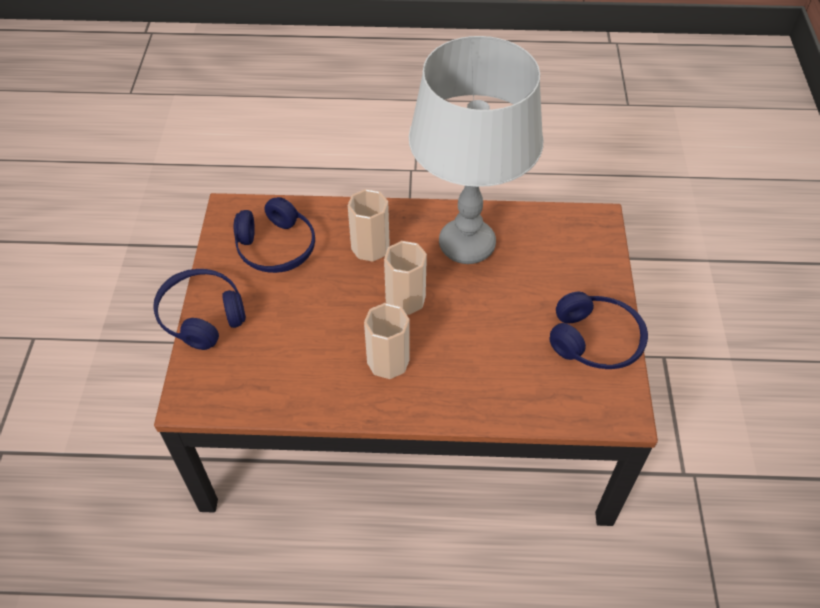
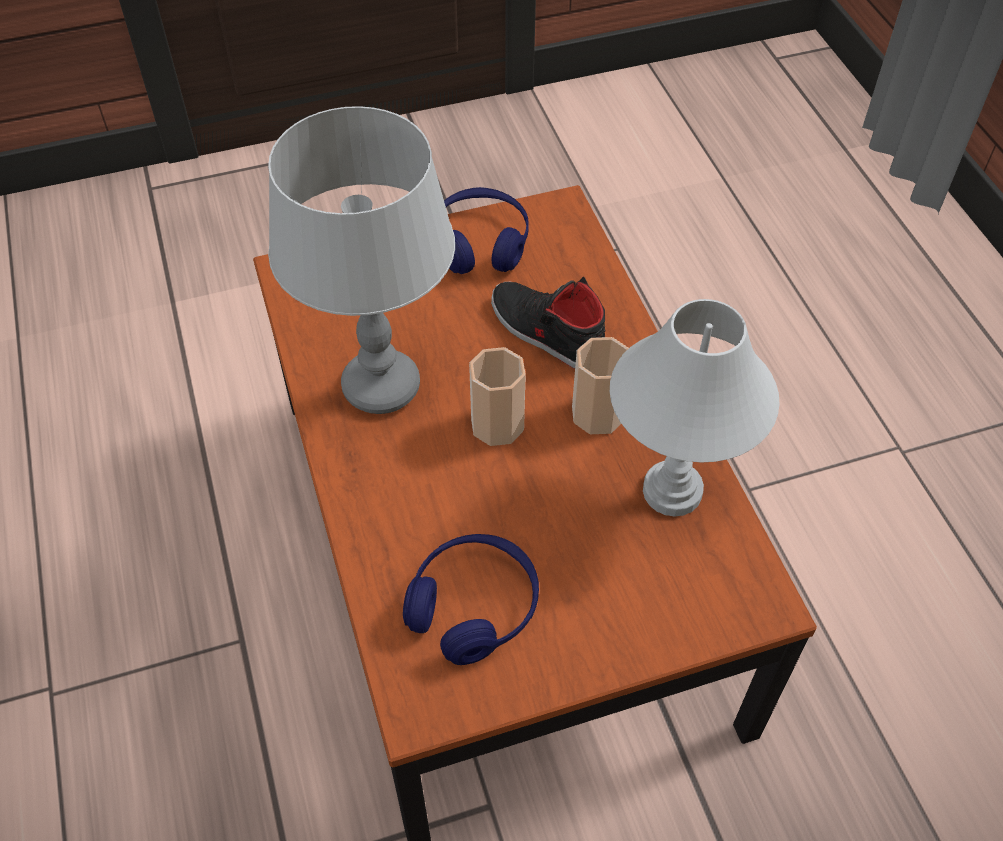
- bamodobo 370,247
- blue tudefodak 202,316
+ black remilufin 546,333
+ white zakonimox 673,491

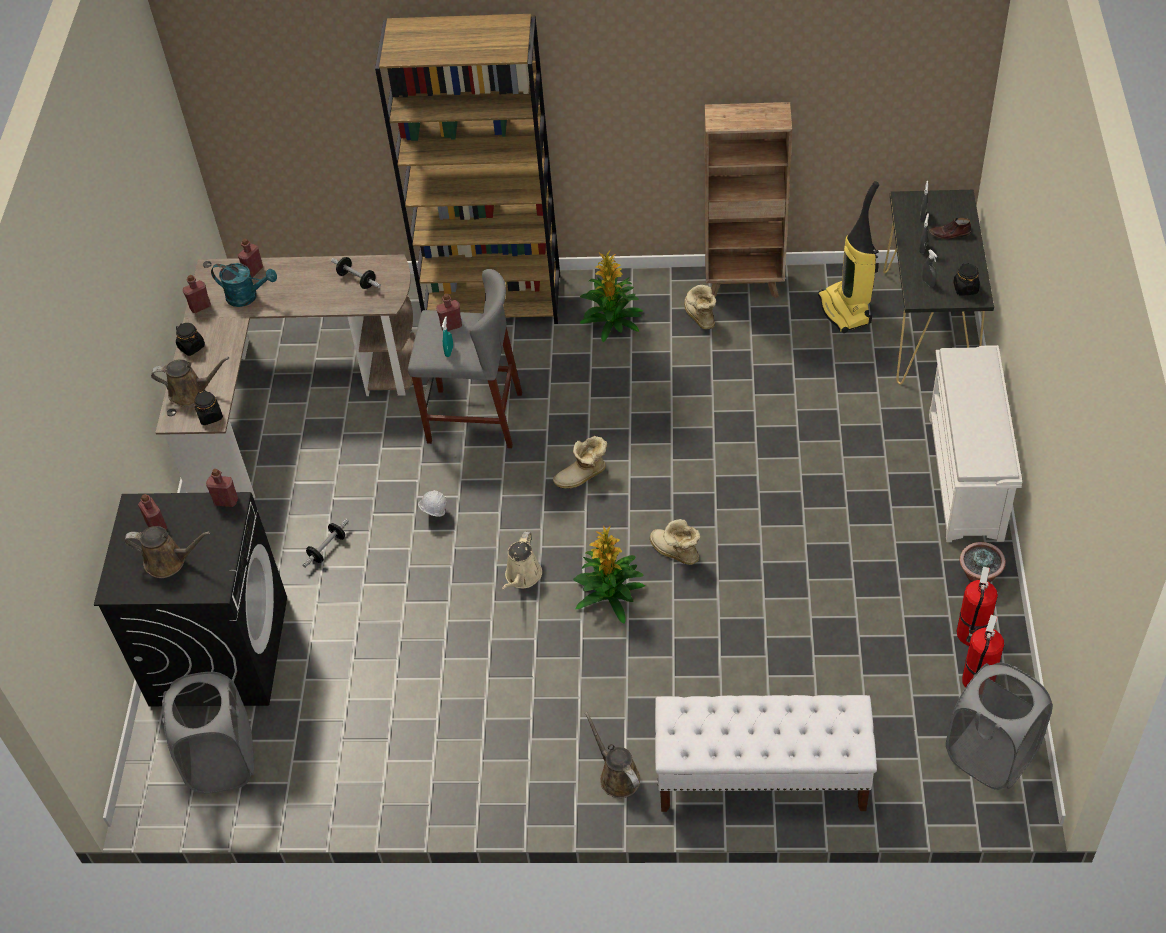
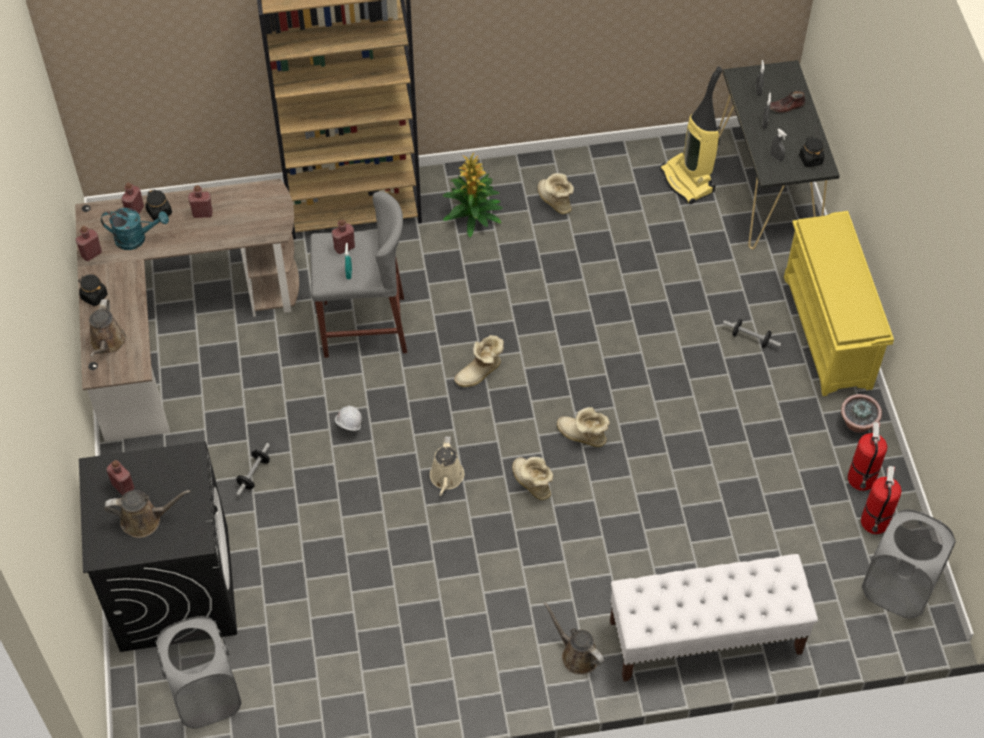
- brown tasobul 745,284
~ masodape 357,280 to 750,338
~ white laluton 966,478 to yellow laluton 828,333
~ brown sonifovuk 191,392 = 107,343 105 degrees clockwise
~ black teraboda 210,416 to 159,212
~ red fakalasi 226,501 to 202,213
~ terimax 609,594 to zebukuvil 531,484

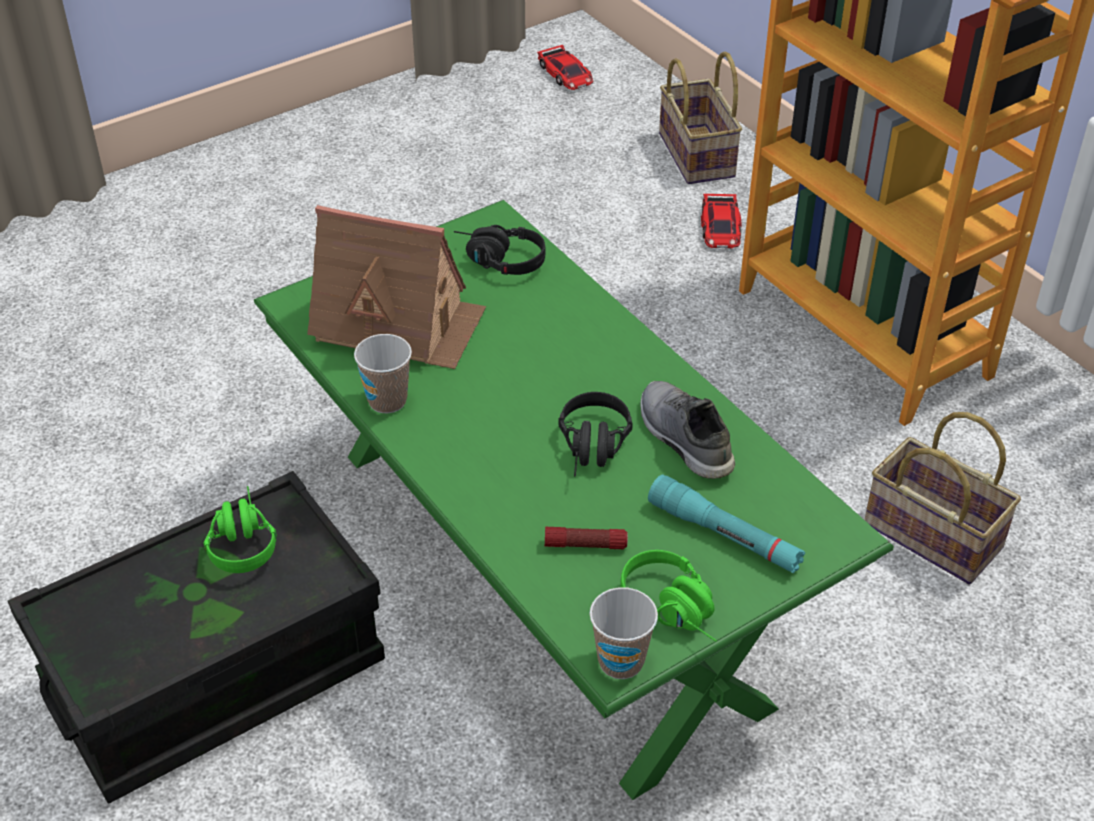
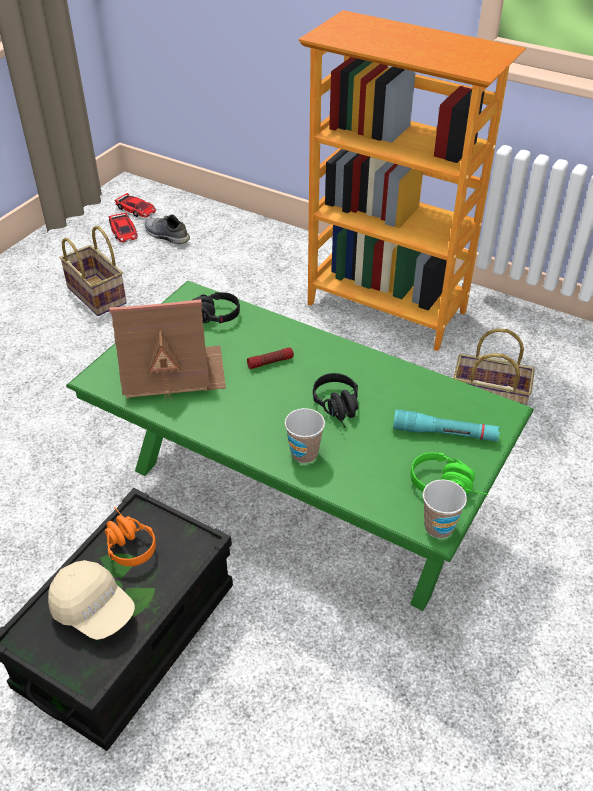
~ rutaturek 699,156 to 98,295
~ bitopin 720,227 to 124,231
~ bamodobo 387,401 to 304,453
~ grey remilufin 682,439 to 166,236
~ green tudefodak 241,539 to orange tudefodak 126,542
~ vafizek 585,545 to 270,362
+ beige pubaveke 94,609

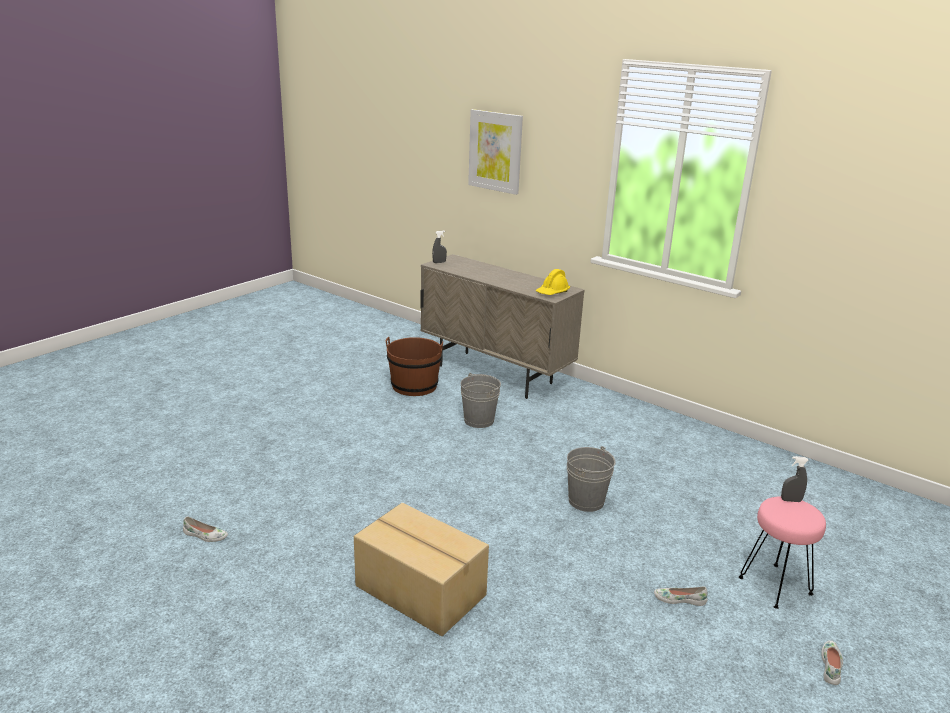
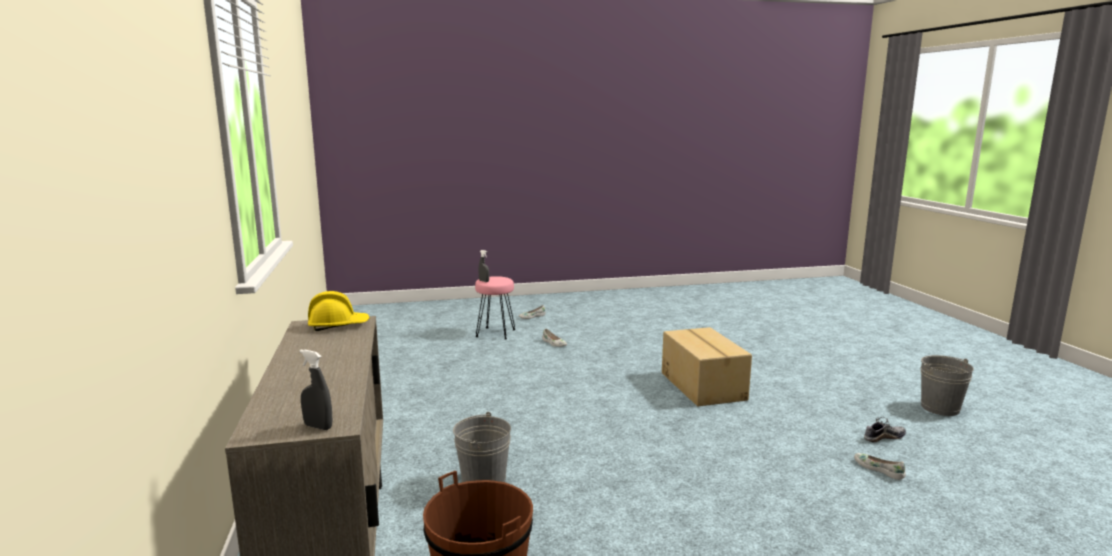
- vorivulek 495,151
~ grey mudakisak 586,501 to 940,408
+ remilufin 883,437

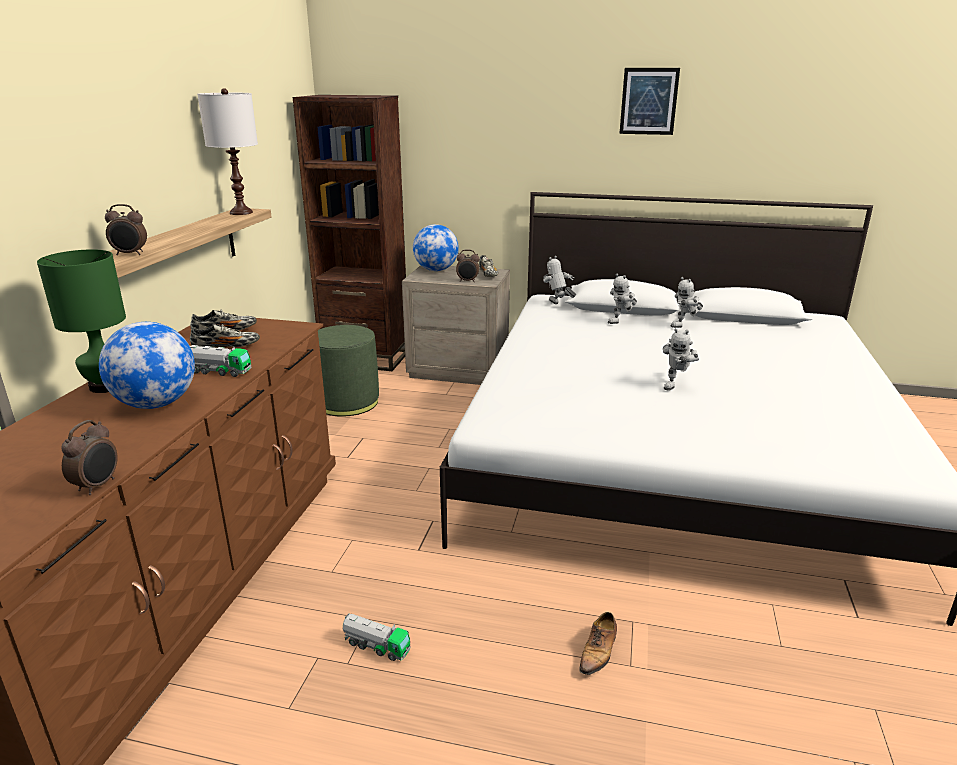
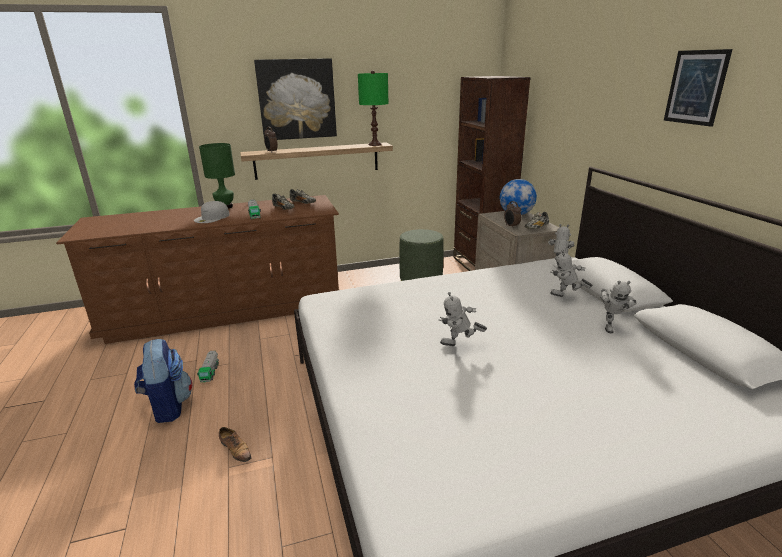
~ white zakonimox 241,212 to green zakonimox 375,144
~ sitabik 685,326 = 610,326 105 degrees counterclockwise
~ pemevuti 156,404 to white pubaveke 212,217
- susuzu 98,486
~ remilufin 598,652 = 236,449 135 degrees counterclockwise
+ vorivulek 297,99
+ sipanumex 168,406

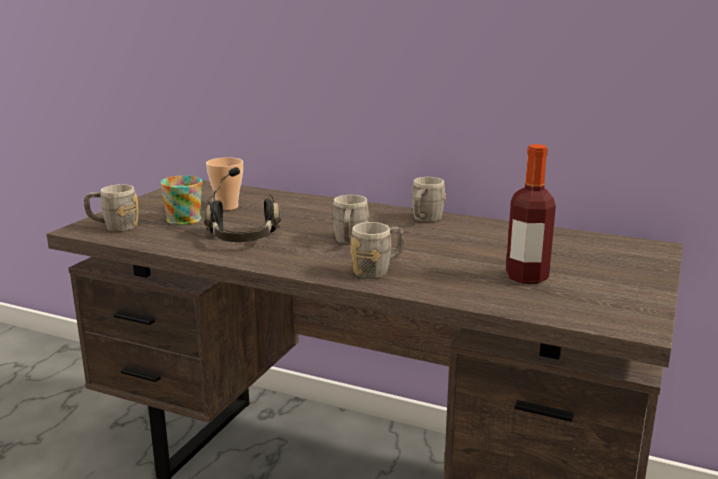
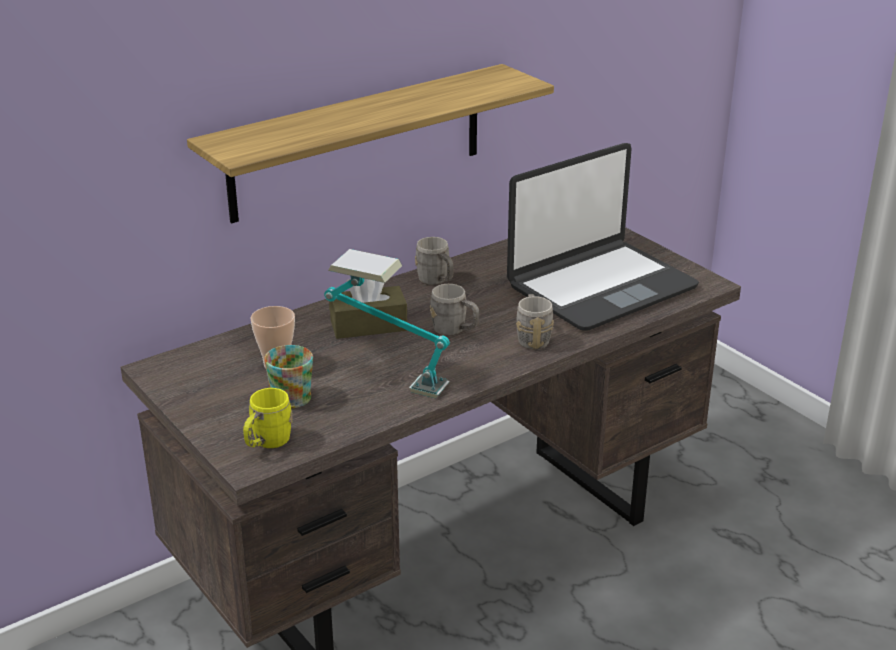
~ fakalasi 526,277 to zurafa 600,286
~ black tudefodak 243,238 to zakonimox 387,378
~ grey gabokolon 114,227 to yellow gabokolon 267,443
+ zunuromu 358,142
+ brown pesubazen 368,325

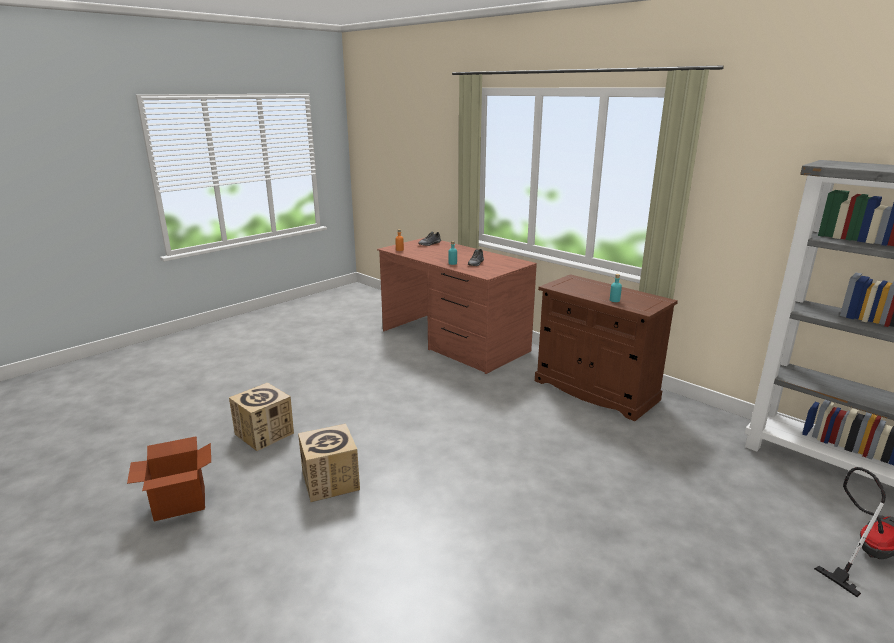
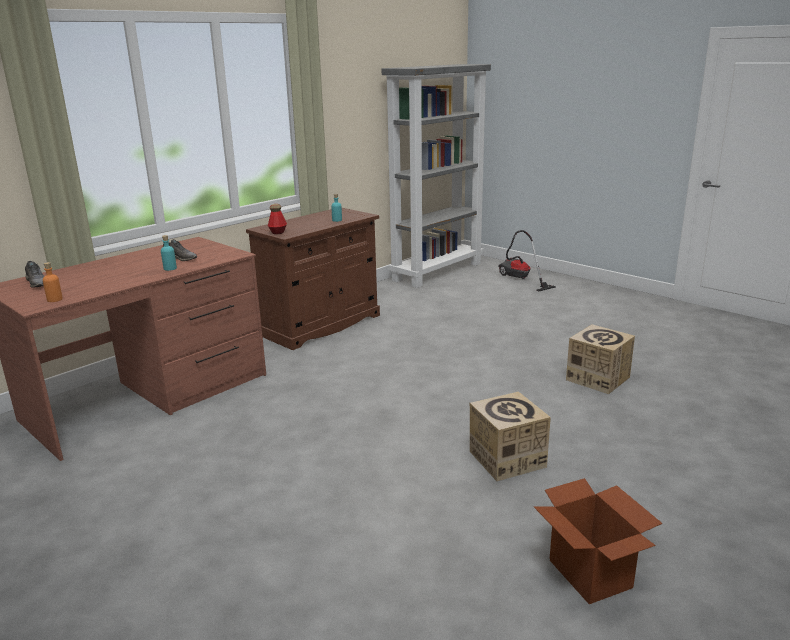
~ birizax 264,433 to 597,378
+ fakalasi 278,232

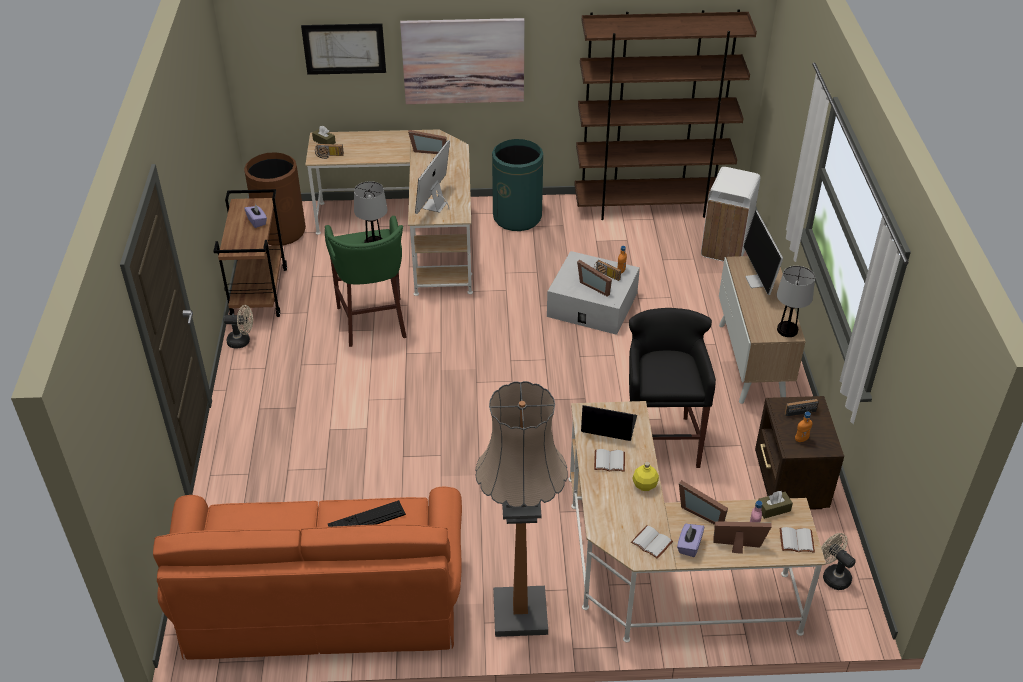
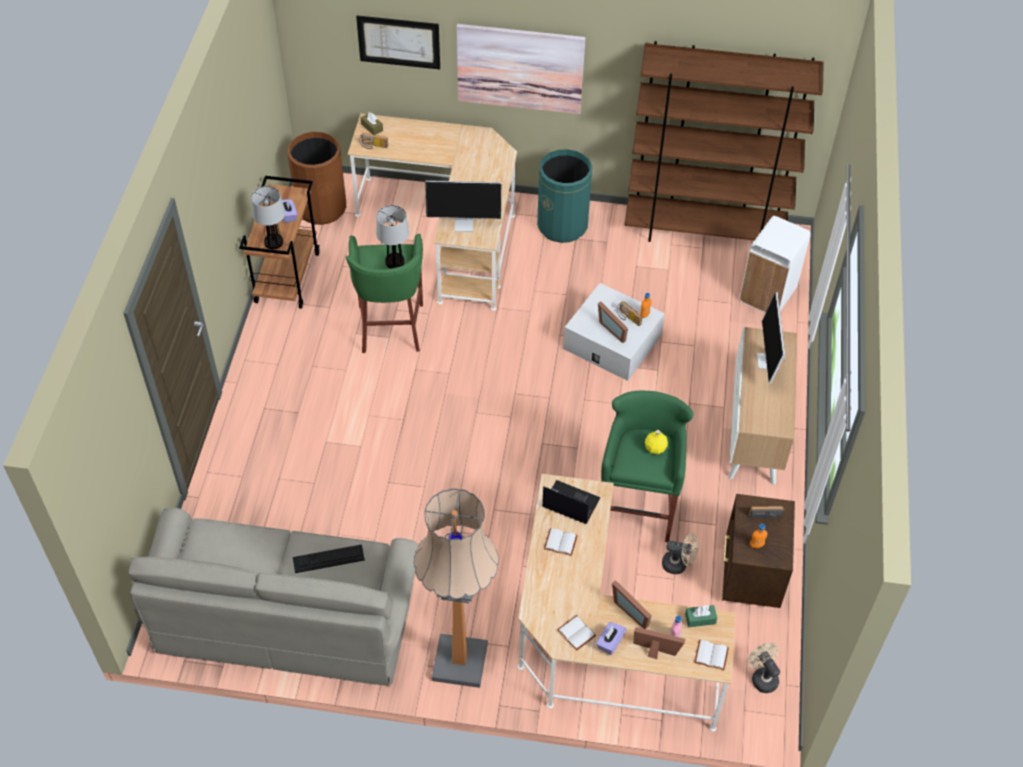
- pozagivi 428,150
~ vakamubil 434,206 = 464,224 120 degrees counterclockwise
~ zakonimox 787,330 to 274,242
~ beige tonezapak 242,341 to 678,564
~ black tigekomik 659,440 to green tigekomik 637,506
~ yellow fakalasi 644,485 to 655,448
~ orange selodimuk 322,599 to grey selodimuk 285,616
~ brown pesubazen 773,509 to green pesubazen 700,619

